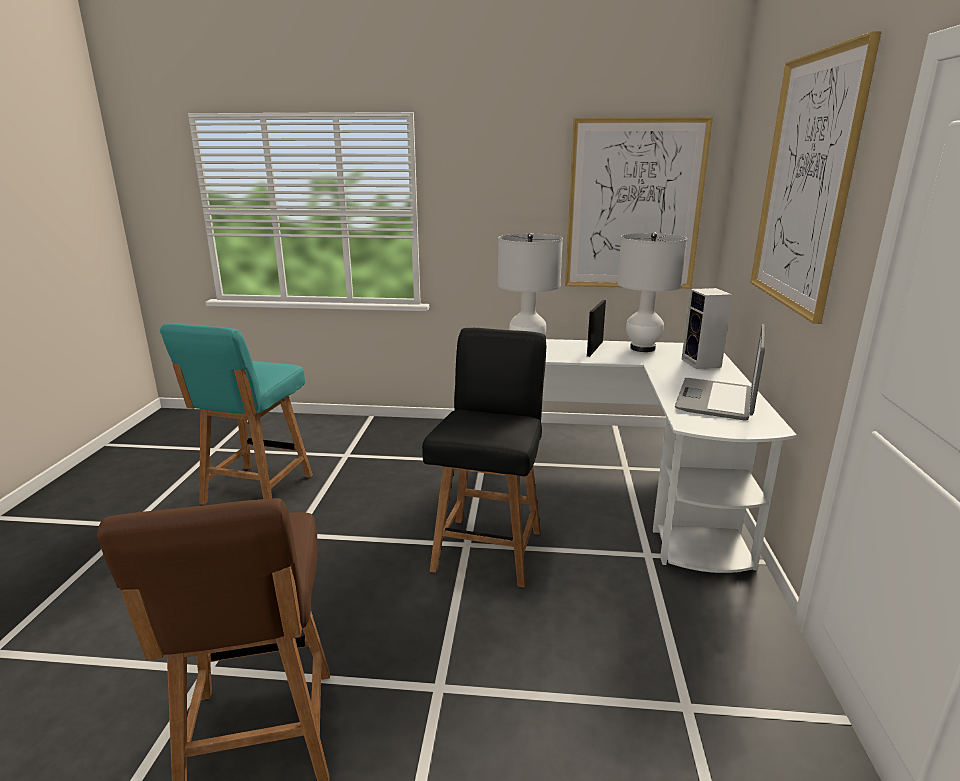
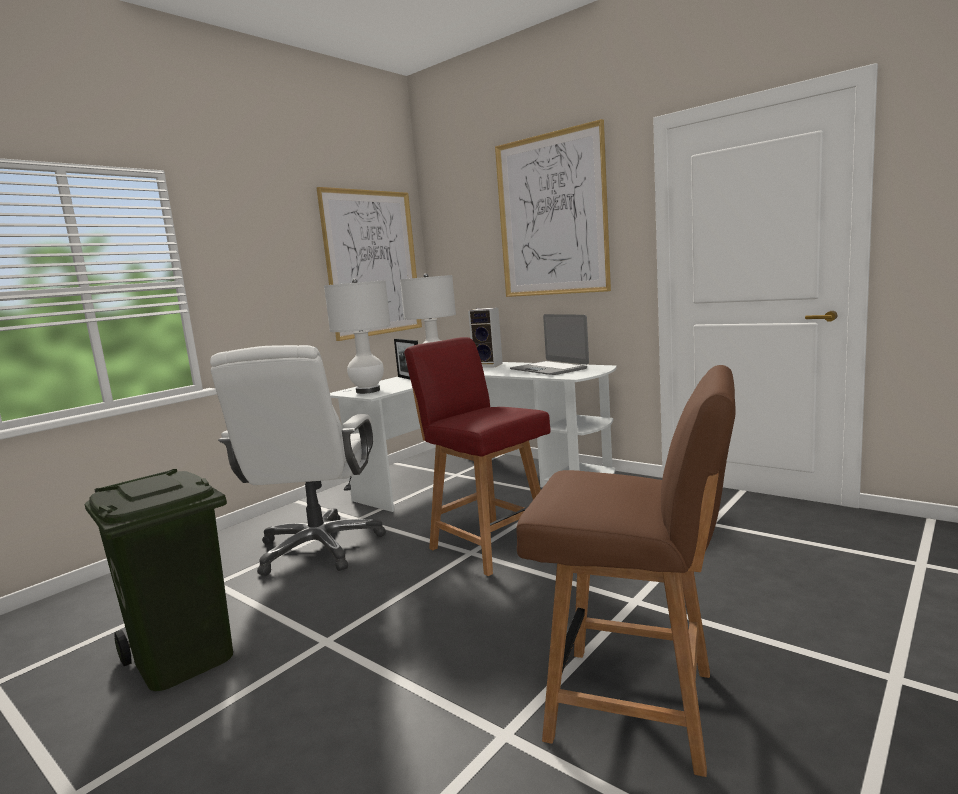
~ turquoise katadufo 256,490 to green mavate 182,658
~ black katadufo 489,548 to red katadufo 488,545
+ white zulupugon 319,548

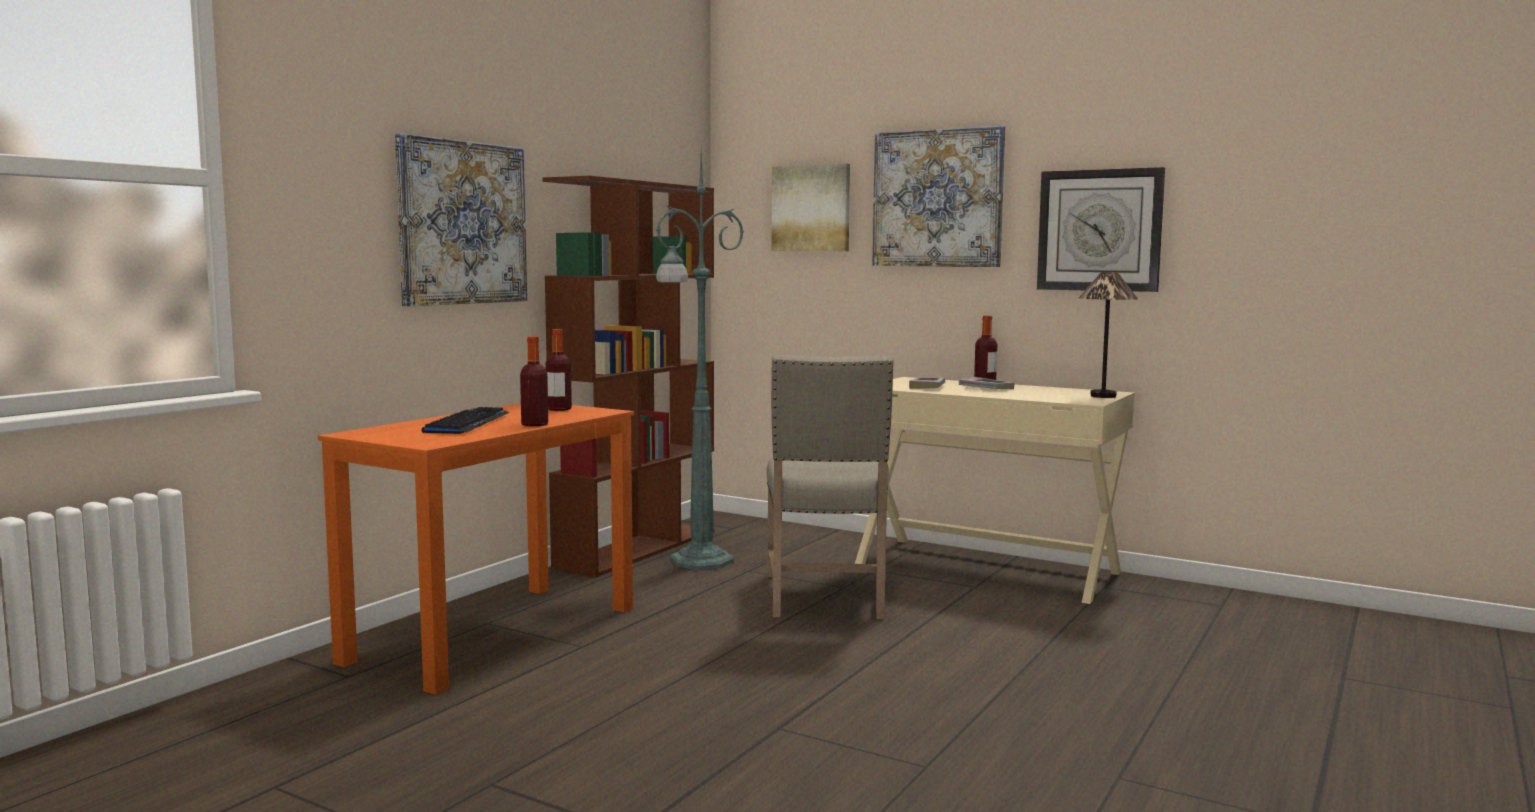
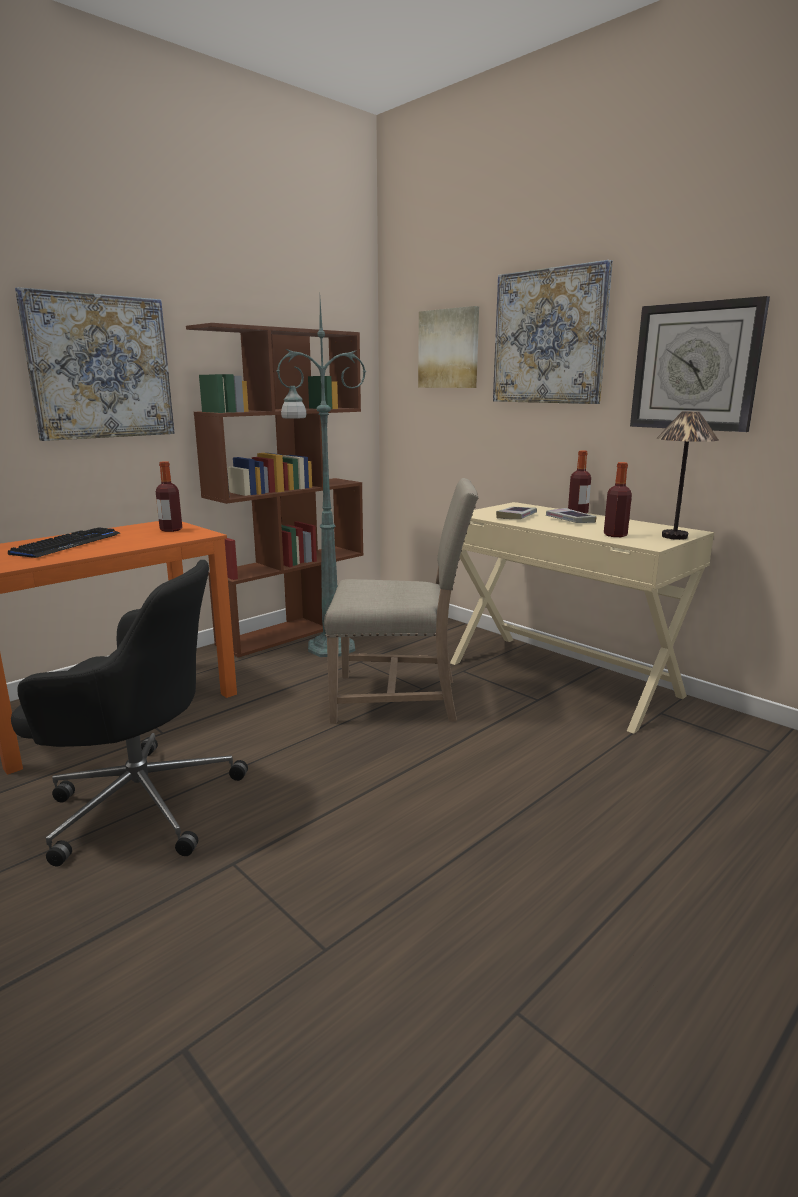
~ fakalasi 535,424 to 615,535
~ beige katadufo 827,597 = 400,698 105 degrees counterclockwise
+ black zulupugon 140,802

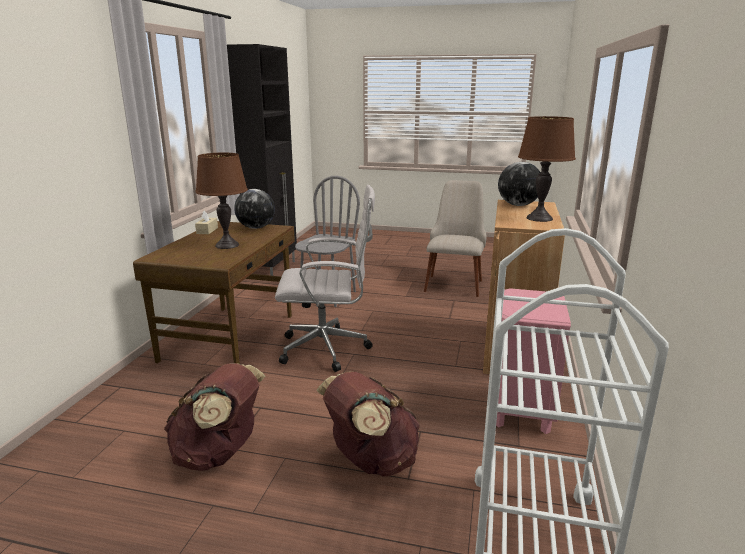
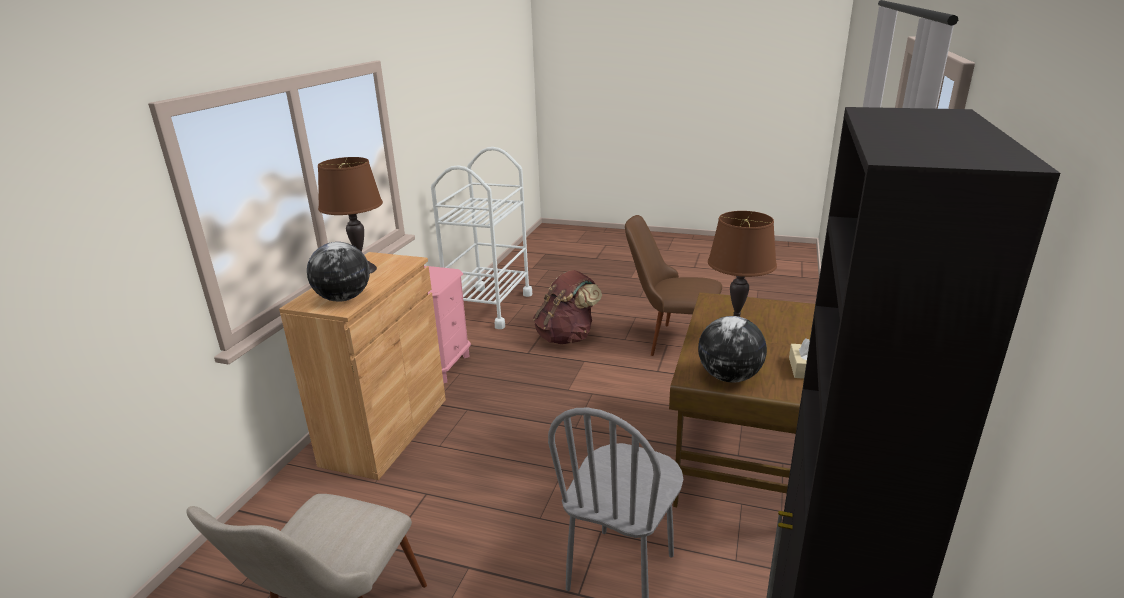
- white zulupugon 328,349
~ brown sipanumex 219,454 to brown katadufo 671,341

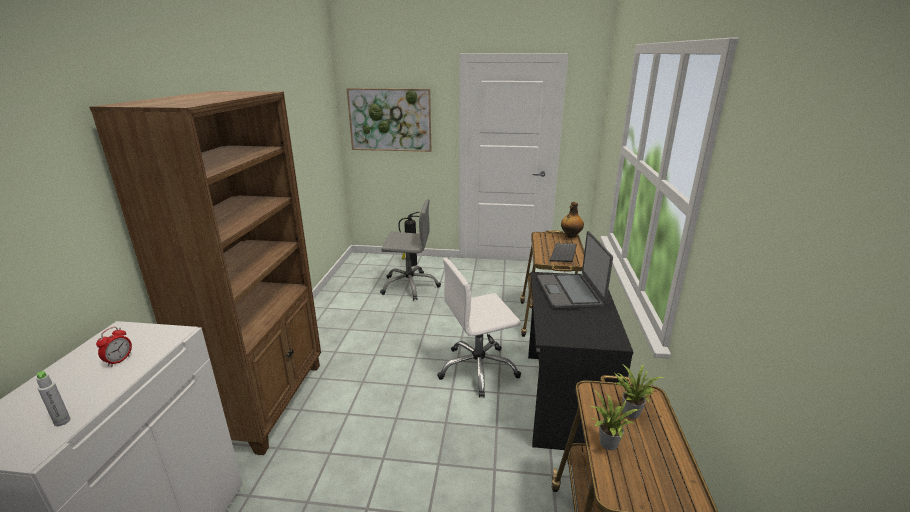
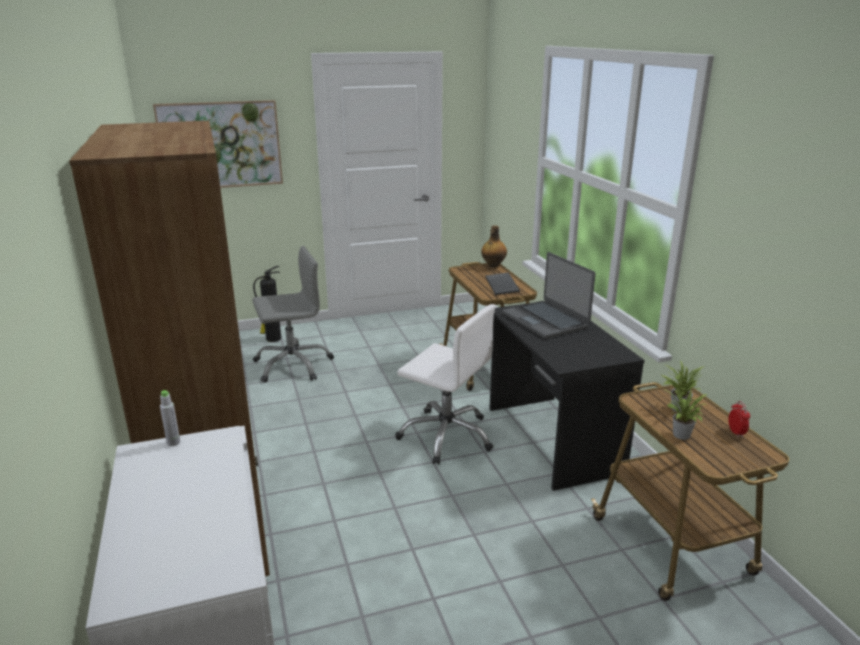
~ white zulupugon 478,370 = 446,435 105 degrees counterclockwise
~ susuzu 119,360 to 736,432
~ grey fakalasi 62,421 to 173,442

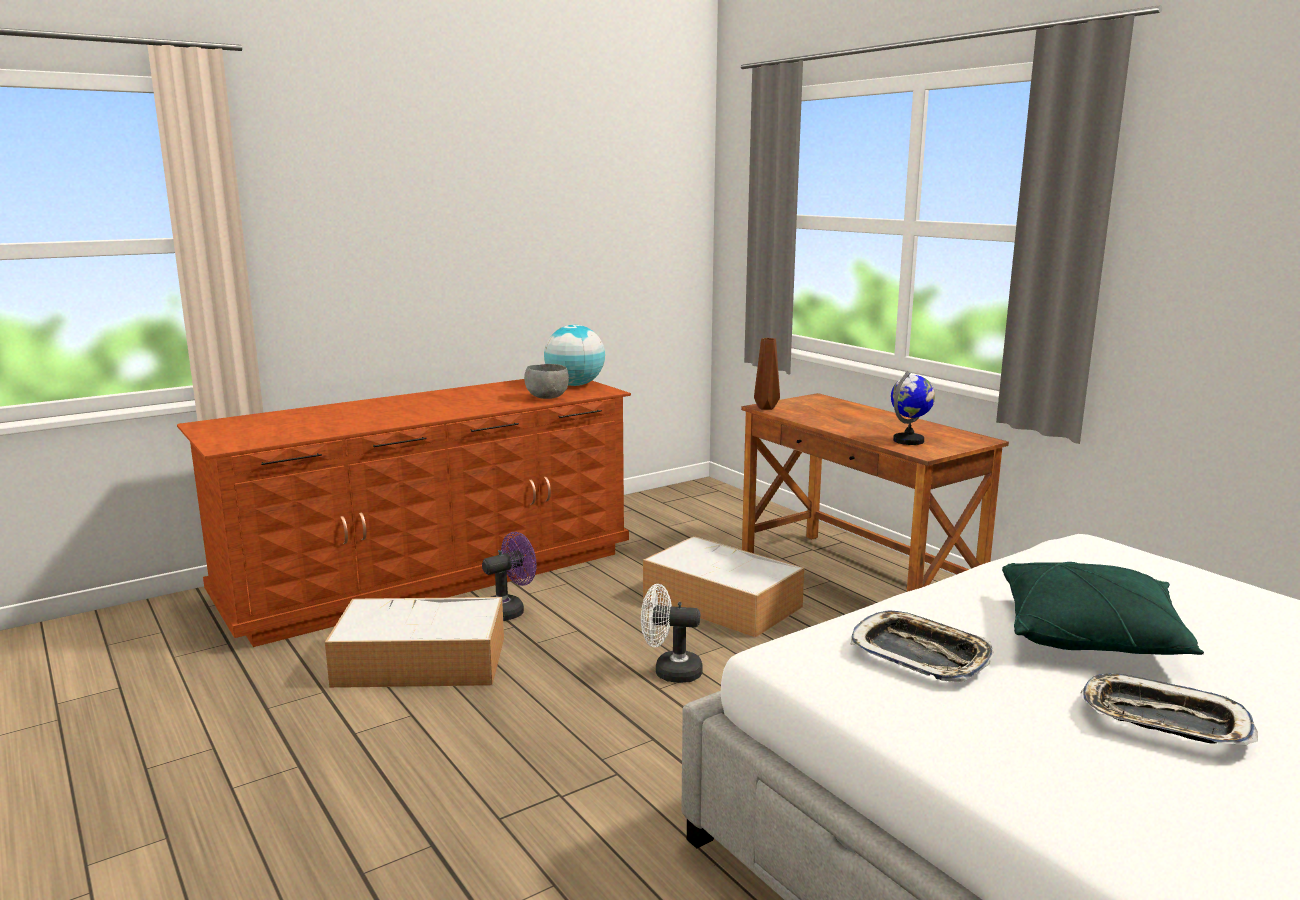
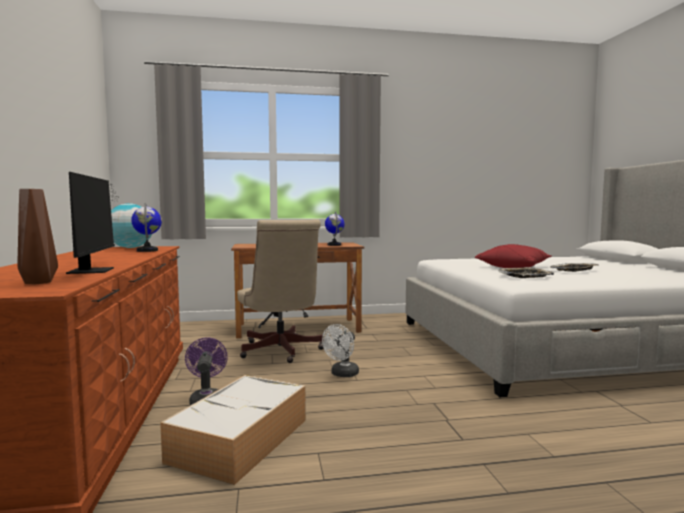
~ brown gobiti 766,408 to 39,283
~ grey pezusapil 547,397 to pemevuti 147,250
~ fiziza 719,602 to beige zulupugon 281,352
~ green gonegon 1090,635 to red gonegon 513,267
+ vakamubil 94,270

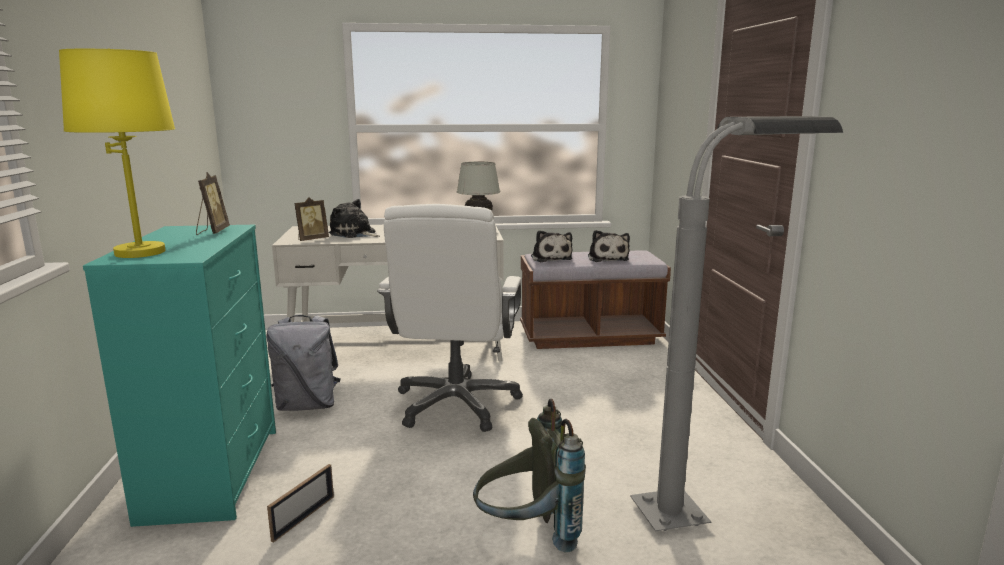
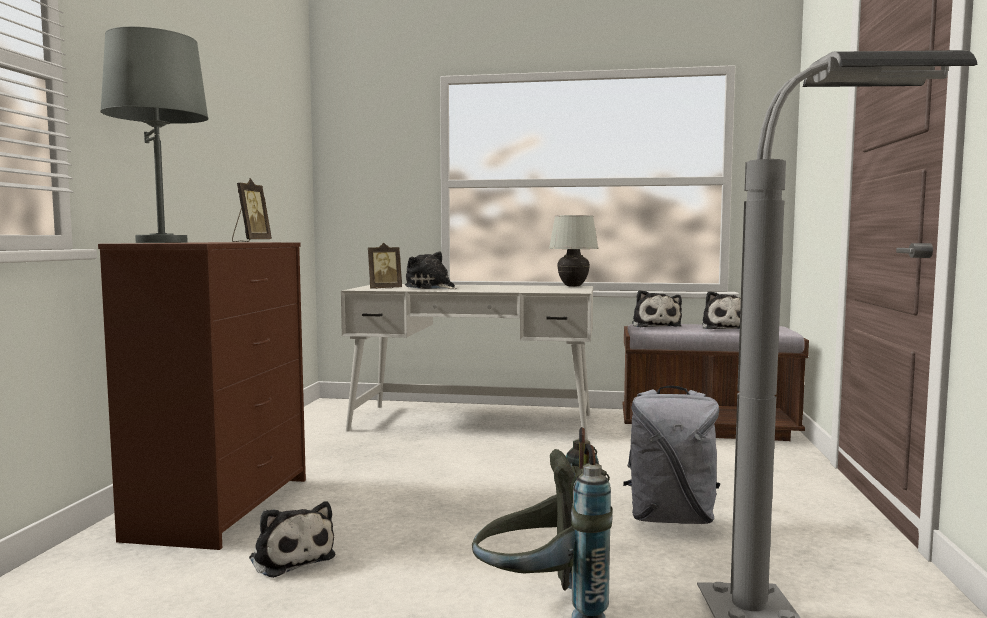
~ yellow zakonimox 141,252 to grey zakonimox 162,242
- white zulupugon 456,404
~ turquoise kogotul 212,472 to brown kogotul 222,507
~ grey sipanumex 307,405 to 671,518
~ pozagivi 304,518 to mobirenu 291,557

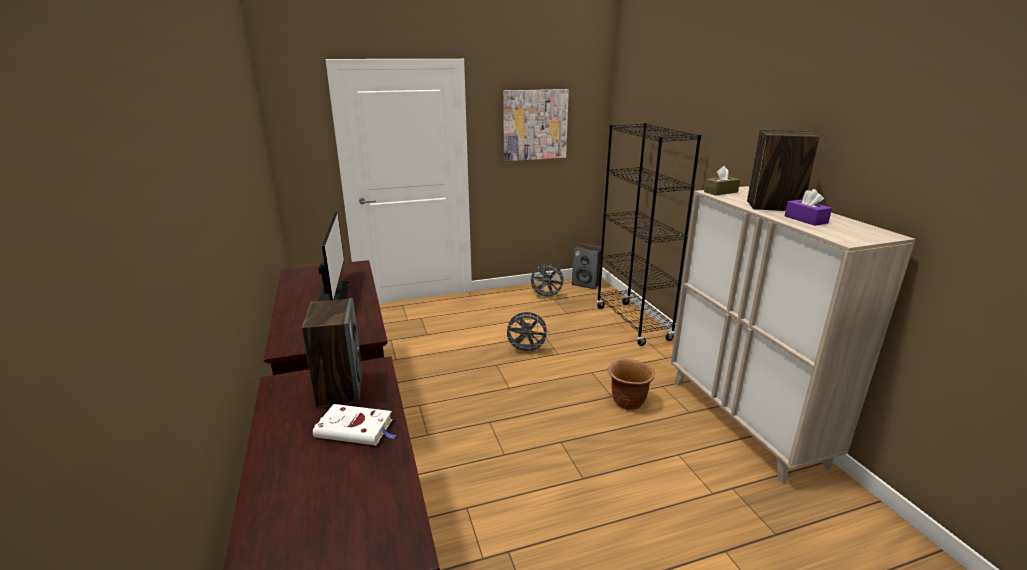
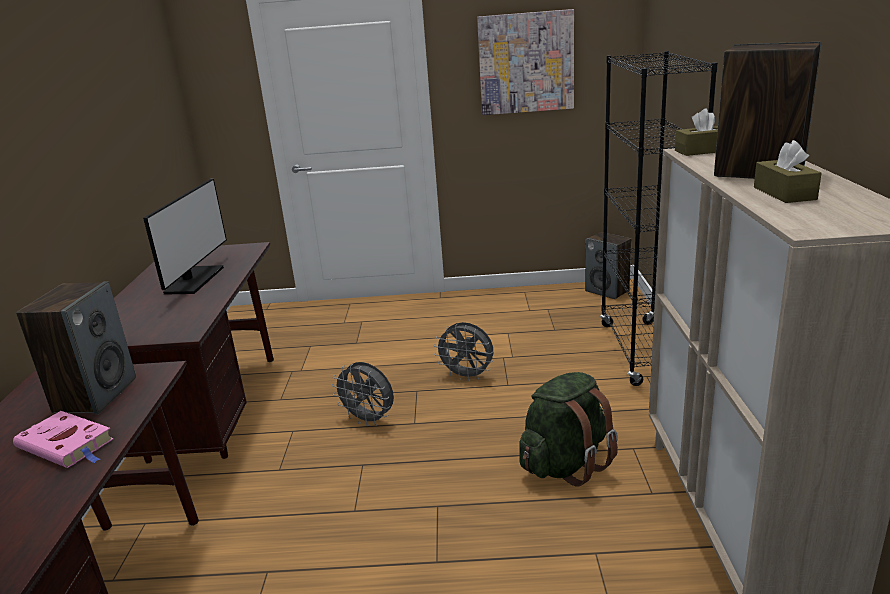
~ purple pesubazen 805,219 to brown pesubazen 784,193
~ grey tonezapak 546,296 to 369,420
~ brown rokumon 627,402 to green sipanumex 565,464
~ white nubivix 356,429 to pink nubivix 67,445

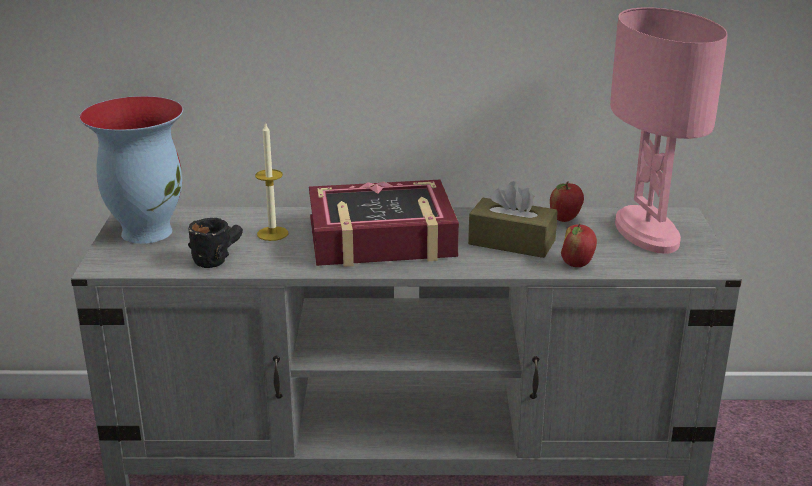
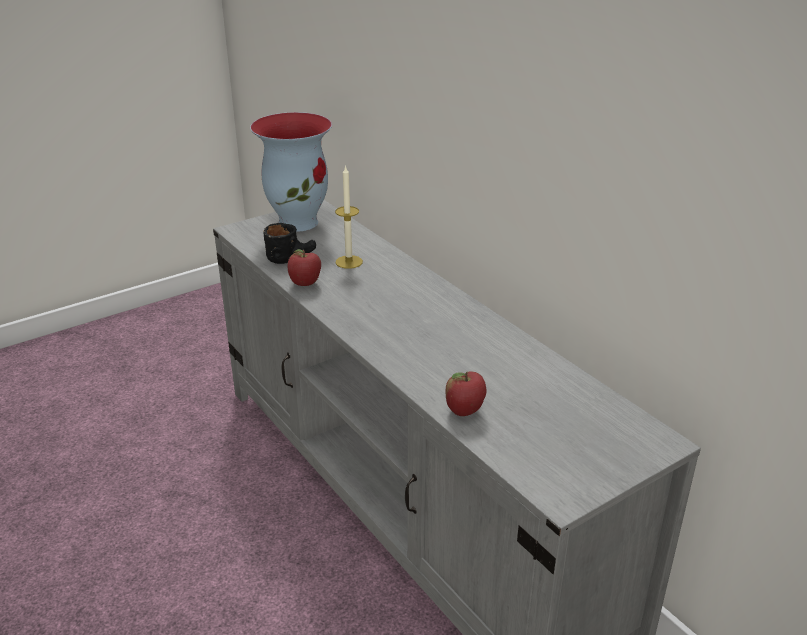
- pink zakonimox 645,232
- nubivix 381,238
- brown pesubazen 511,242
~ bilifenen 565,219 to 305,284

